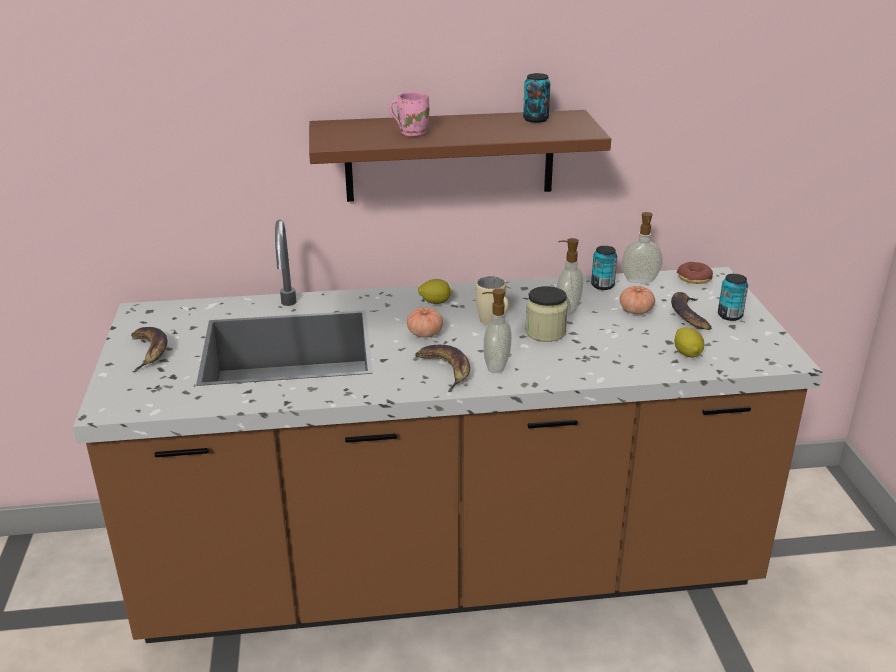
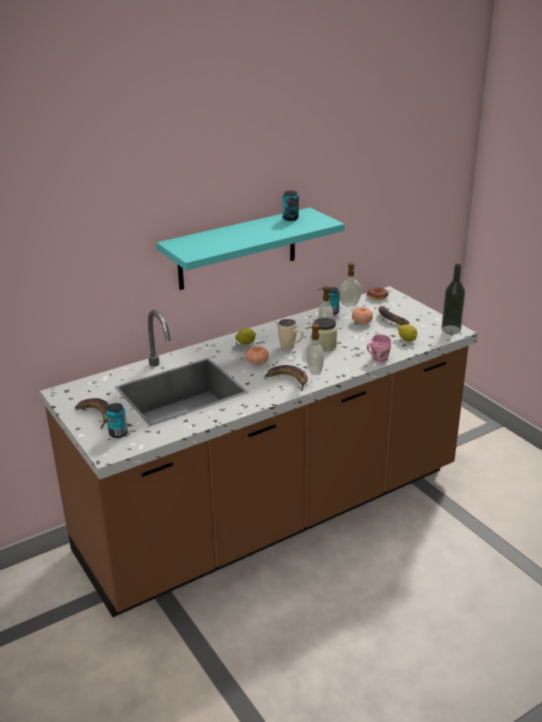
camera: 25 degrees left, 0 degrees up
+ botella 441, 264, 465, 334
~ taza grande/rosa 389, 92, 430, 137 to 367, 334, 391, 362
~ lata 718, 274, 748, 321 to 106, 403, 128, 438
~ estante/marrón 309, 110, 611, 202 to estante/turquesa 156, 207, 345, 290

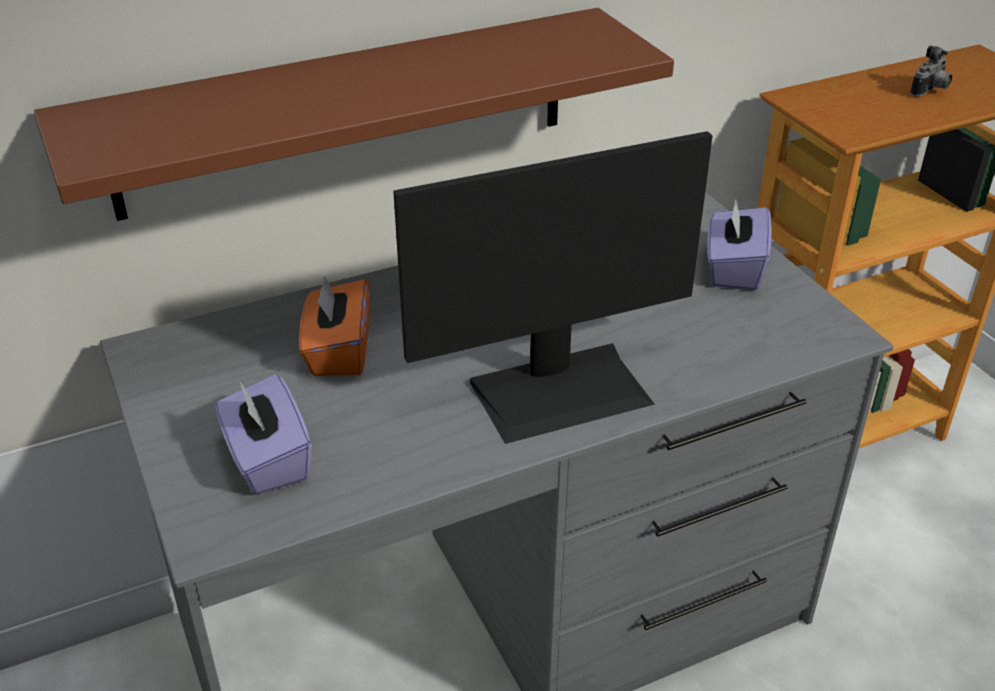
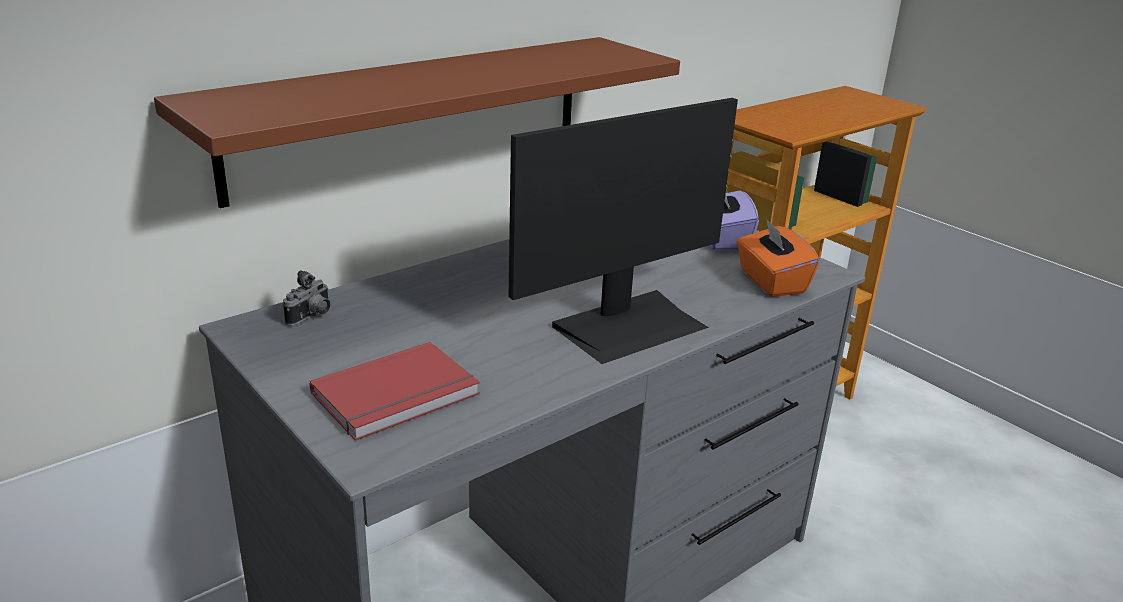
camera: 15 degrees left, 10 degrees down
~ caja de pañuelos/naranja 299, 275, 370, 376 to 737, 219, 820, 297
~ cámara 910, 45, 952, 97 to 283, 270, 330, 325
~ caja de pañuelos/morado 215, 374, 312, 495 to libro/rojo 310, 342, 480, 441

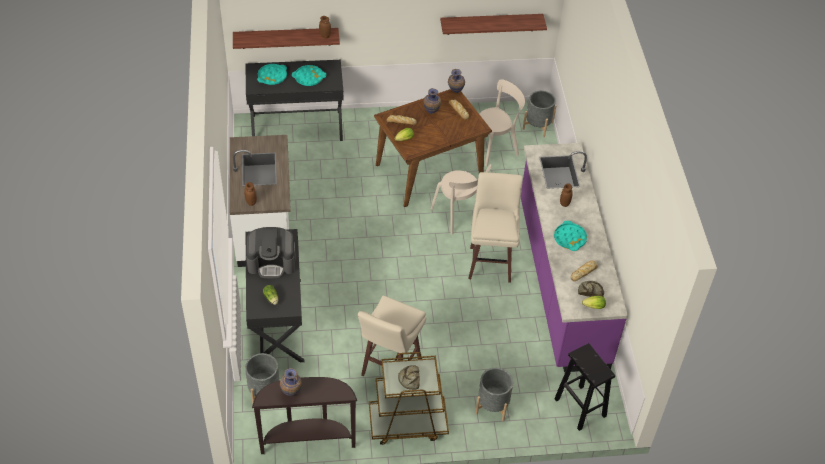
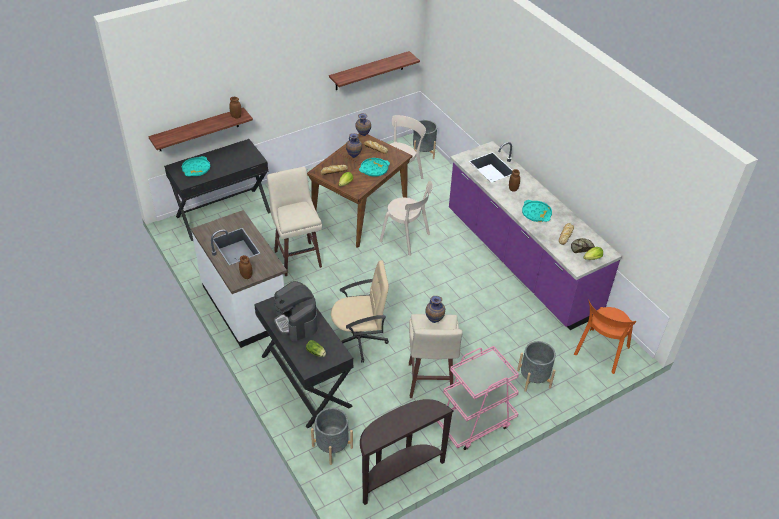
camera: 25 degrees left, 5 degrees down
- pan 398, 365, 420, 390
+ silla de oficina/beis 331, 260, 389, 363
~ florero 280, 368, 302, 396 to 425, 296, 445, 323
~ bandeja/turquesa 292, 65, 326, 86 to 359, 158, 390, 177
~ taburete/beis 469, 172, 523, 283 to 267, 167, 322, 276
~ taburete/negro 554, 343, 615, 431 to silla/naranja 574, 299, 636, 374
~ carrito/marrón 369, 352, 449, 445 to carrito/rosa 437, 346, 519, 450
~ cafetera 246, 227, 296, 278 = 274, 281, 318, 341 90 degrees clockwise

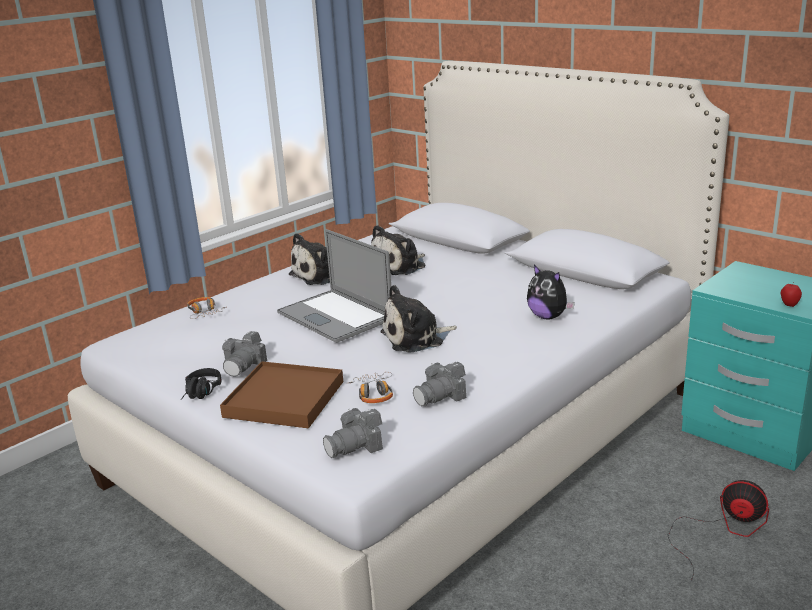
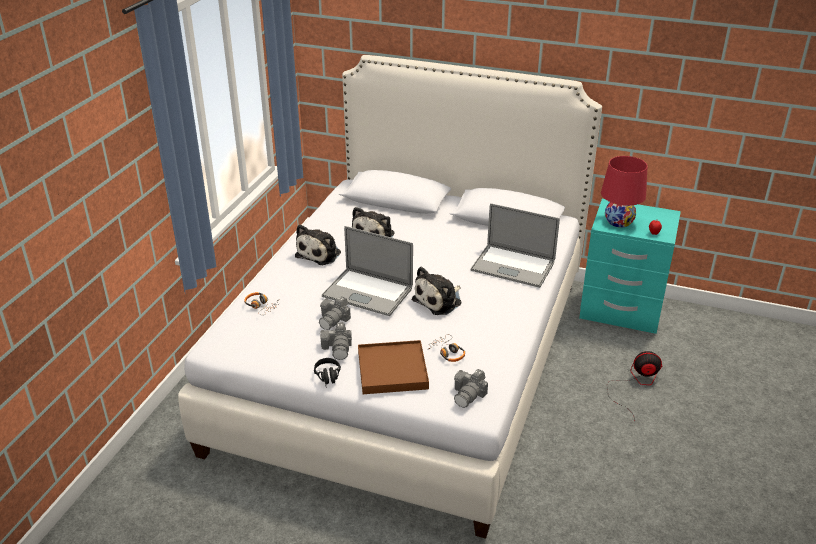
camera: 25 degrees left, 10 degrees up
+ lámpara de mesa/rojo 601, 156, 648, 228
~ cámara 413, 362, 466, 406 to 319, 296, 351, 330
~ peluche 527, 265, 575, 319 to portátil 471, 203, 560, 288

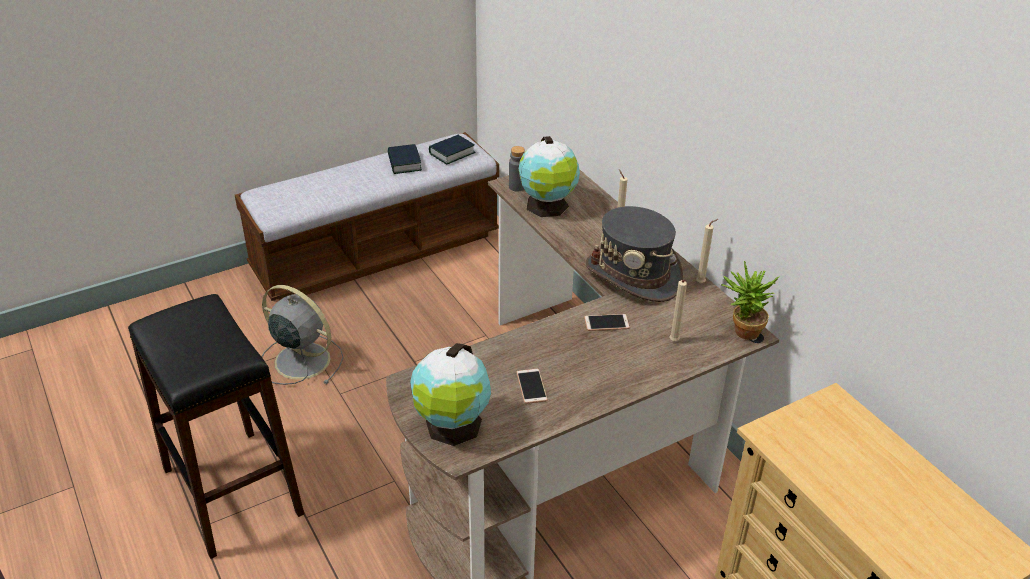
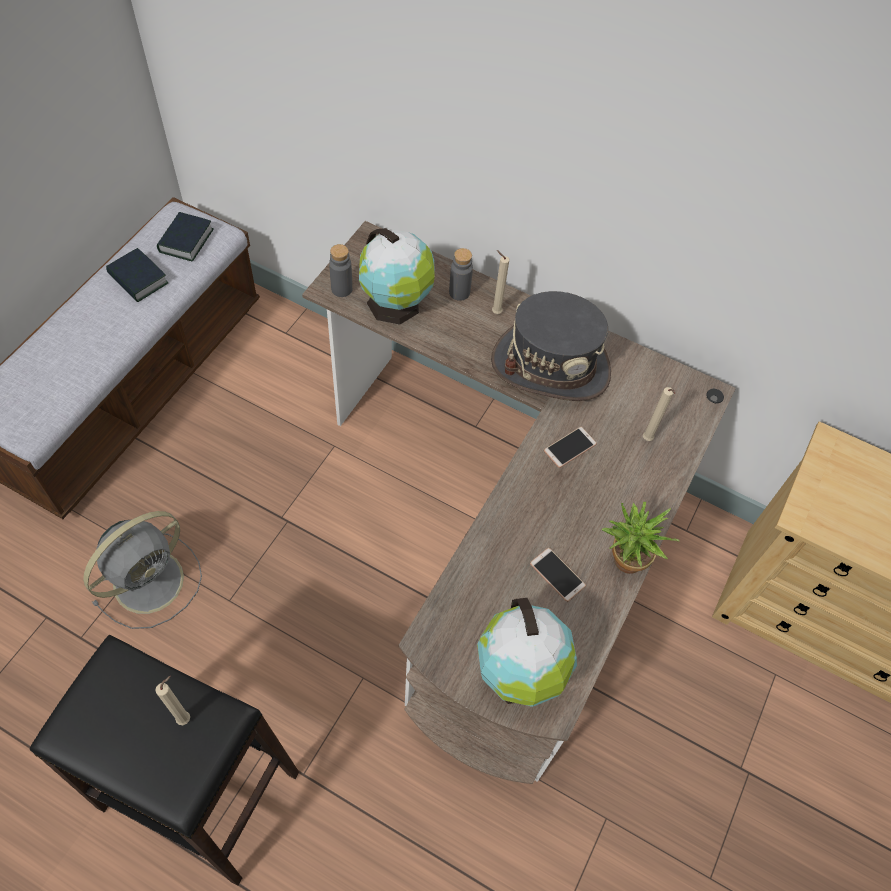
camera: 35 degrees left, 20 degrees up
+ botella/gris 449, 248, 473, 301
~ vela/beis 696, 219, 718, 283 to 155, 676, 190, 725
~ planta en maceta 721, 261, 780, 340 to 602, 502, 680, 574
~ ventilador/gris 261, 285, 344, 385 = 83, 511, 202, 629 135 degrees clockwise

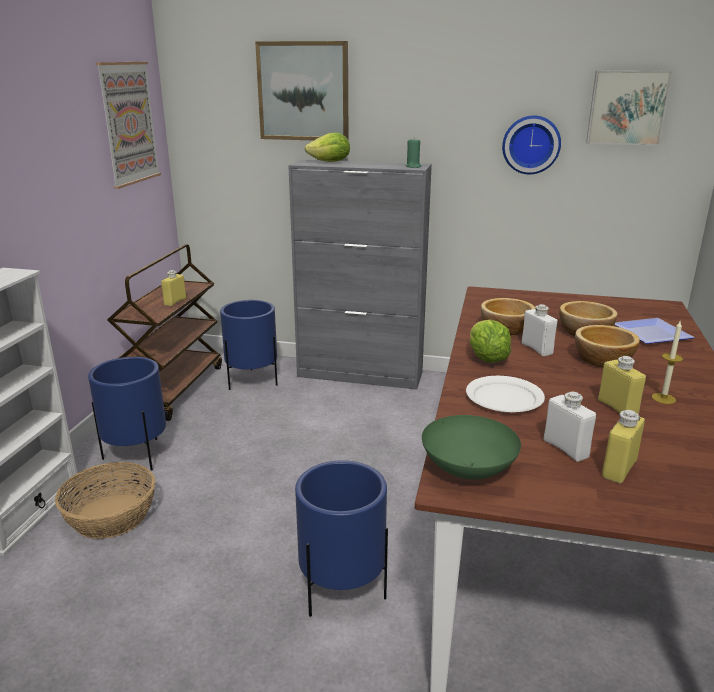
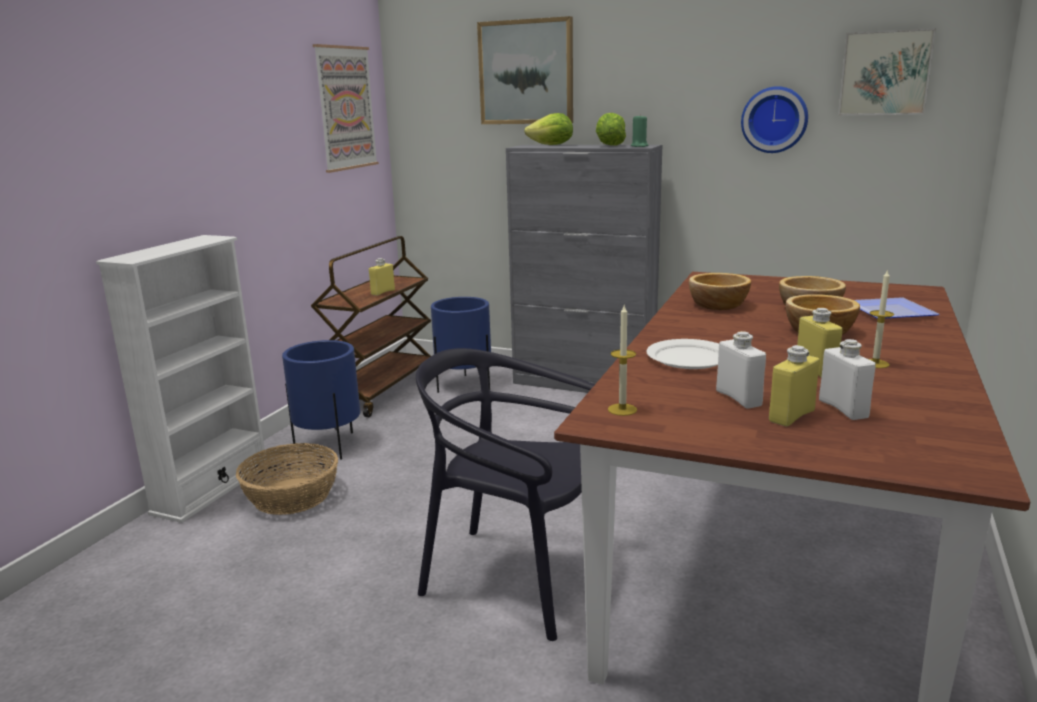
camera: 10 degrees right, 5 degrees down
~ lechuga 469, 320, 511, 363 to 596, 113, 626, 146
~ botella/blanco 522, 304, 557, 356 to 819, 339, 876, 420
~ maceta/azul 295, 460, 388, 617 to silla/negro 416, 348, 594, 641
~ cuenco/verde 422, 415, 521, 479 to vela 608, 305, 637, 416

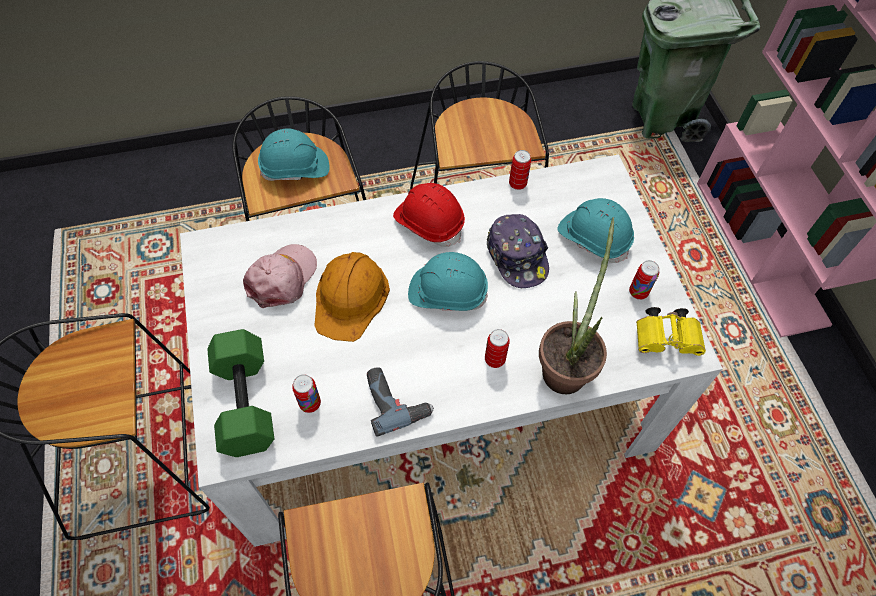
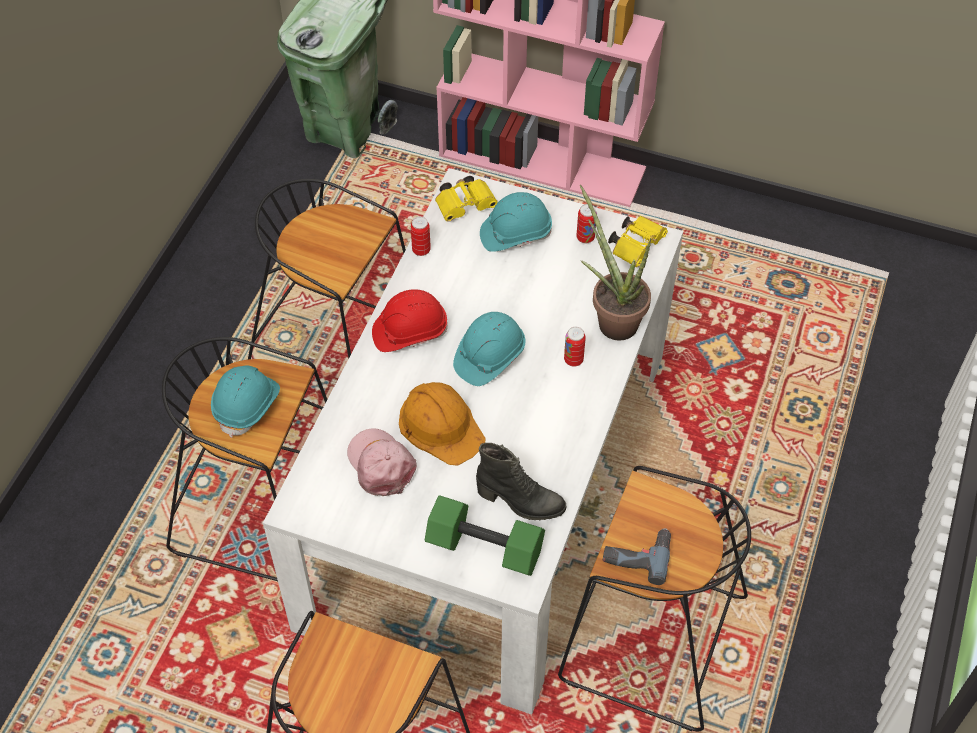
camera: 55 degrees left, 5 degrees down
- gorra 487, 214, 549, 288
+ prismáticos/amarillo 435, 176, 498, 221
~ taladro 367, 367, 434, 436 to 602, 528, 671, 585
~ lata 292, 374, 321, 413 to bota/negro 476, 443, 566, 520

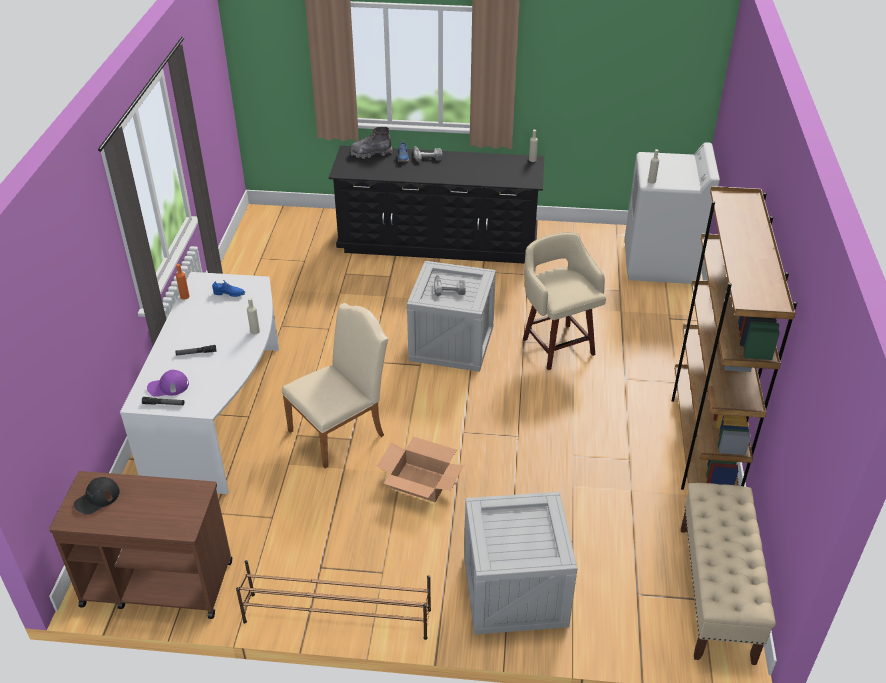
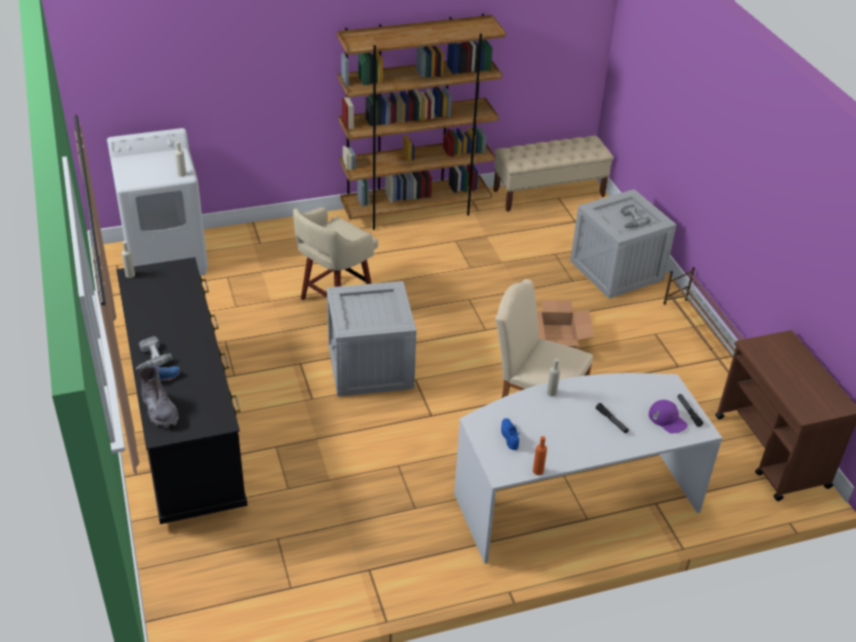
camera: 115 degrees left, 0 degrees up
- gorra/negro 73, 477, 120, 515
~ taladro 434, 275, 466, 296 to 621, 204, 651, 228

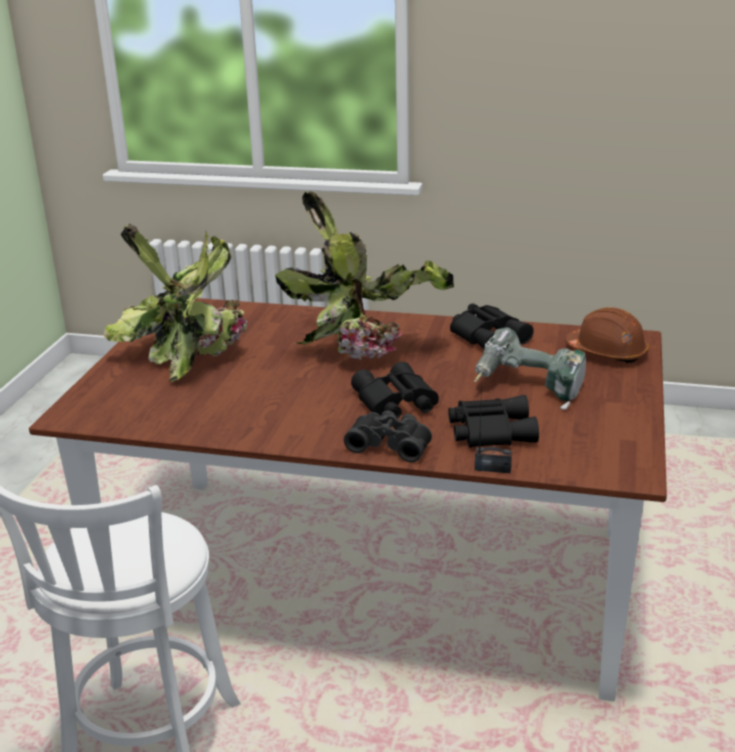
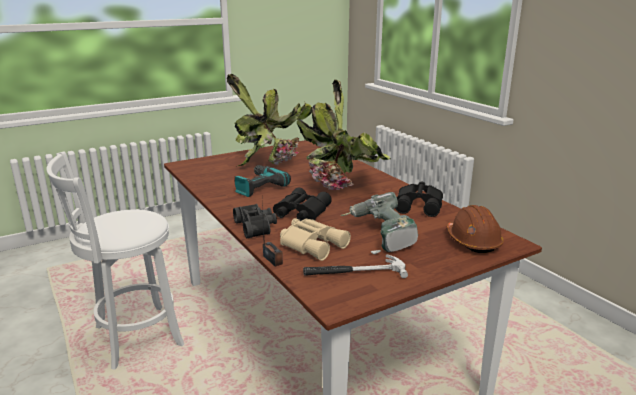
camera: 45 degrees right, 5 degrees down
+ taladro 235, 165, 291, 197
+ martillo 303, 254, 408, 278
~ prismáticos/negro 448, 395, 539, 448 to prismáticos/beis 280, 218, 351, 261

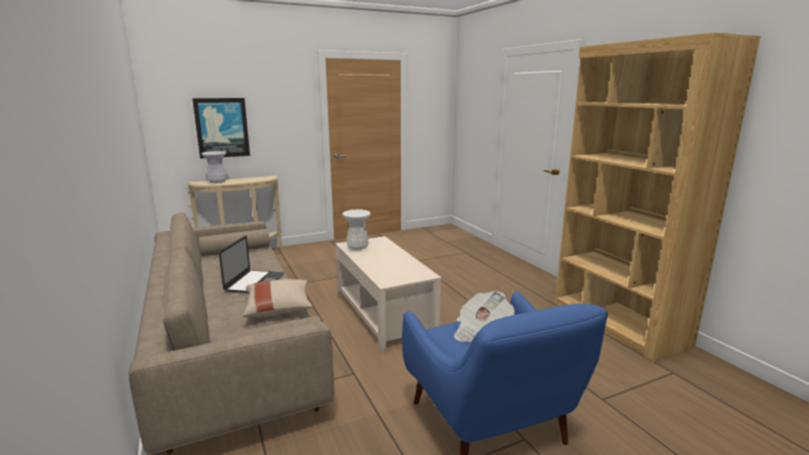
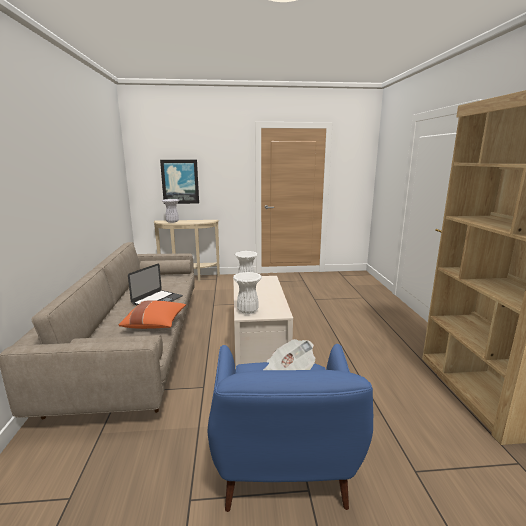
camera: 20 degrees right, 0 degrees up
+ florero/blanco 233, 272, 262, 314
~ cojín/beis 243, 279, 313, 318 to cojín/naranja 119, 300, 186, 329

